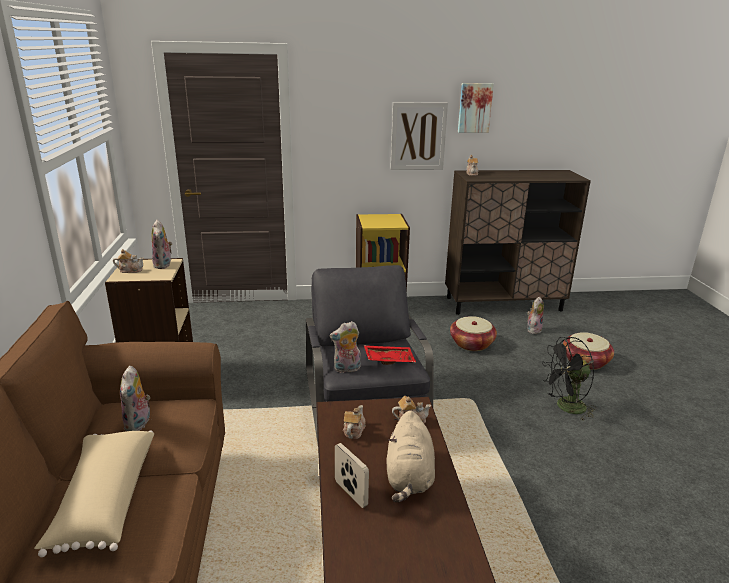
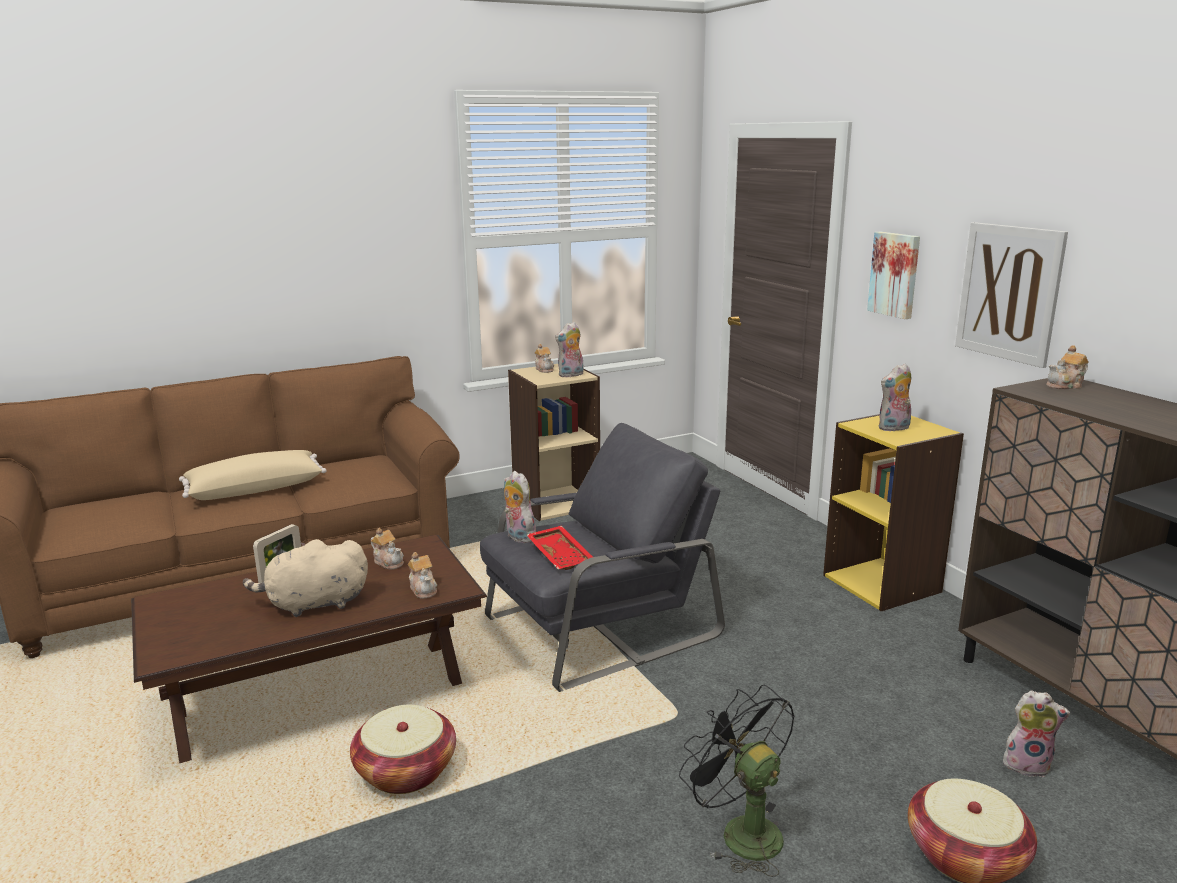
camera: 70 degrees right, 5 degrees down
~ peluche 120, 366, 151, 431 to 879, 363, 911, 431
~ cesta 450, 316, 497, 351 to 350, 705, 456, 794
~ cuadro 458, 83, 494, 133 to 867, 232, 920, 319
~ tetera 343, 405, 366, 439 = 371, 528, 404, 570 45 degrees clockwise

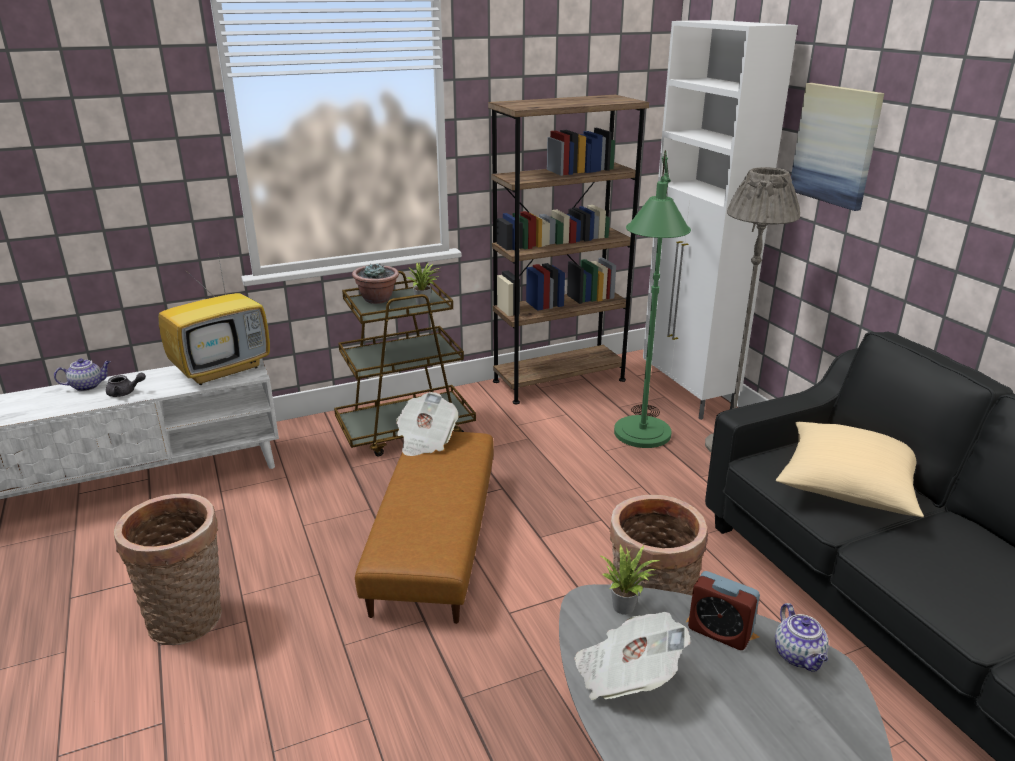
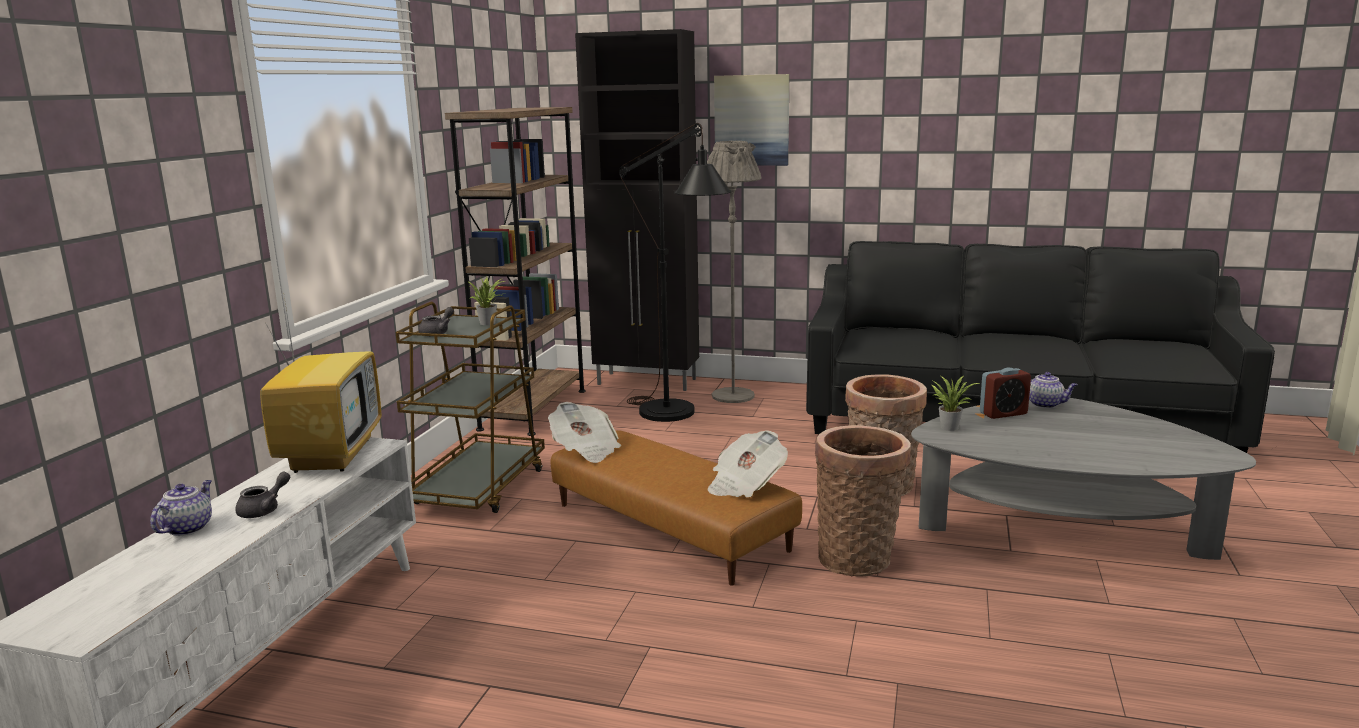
camera: 50 degrees left, 10 degrees down
- cojín/beis 776, 422, 924, 518
~ cesta 114, 493, 222, 645 to 815, 425, 911, 577
~ periódico 574, 612, 691, 700 to 708, 431, 788, 498
~ planta en maceta 352, 263, 399, 304 to tetera/gris 418, 307, 454, 334
~ lámpara de pie/verde 614, 150, 691, 448 to lámpara de pie/negro 619, 123, 732, 422
~ armario/blanco 643, 20, 798, 420 to armario/negro 575, 29, 699, 391

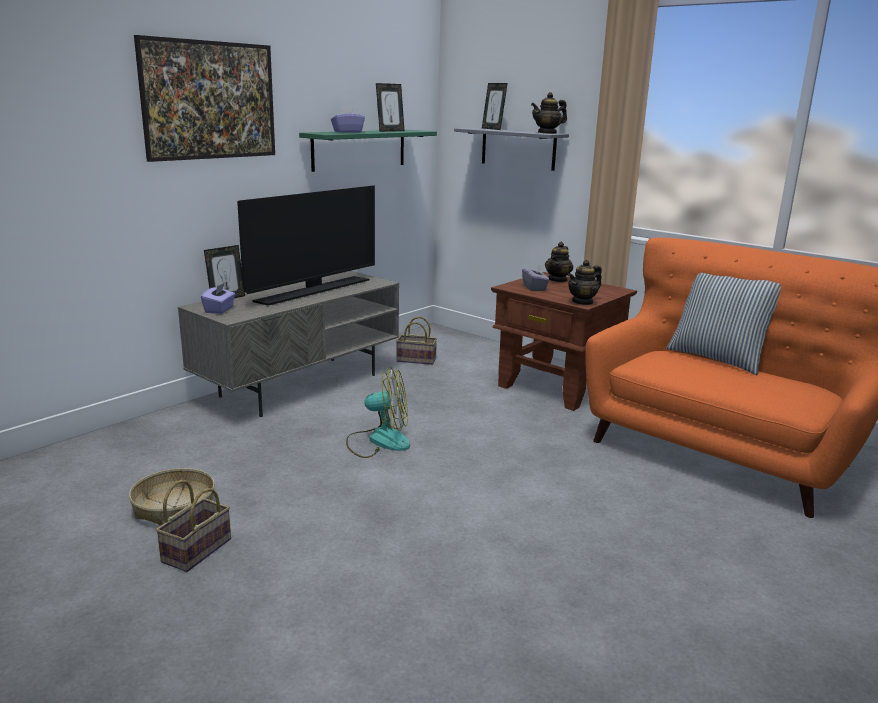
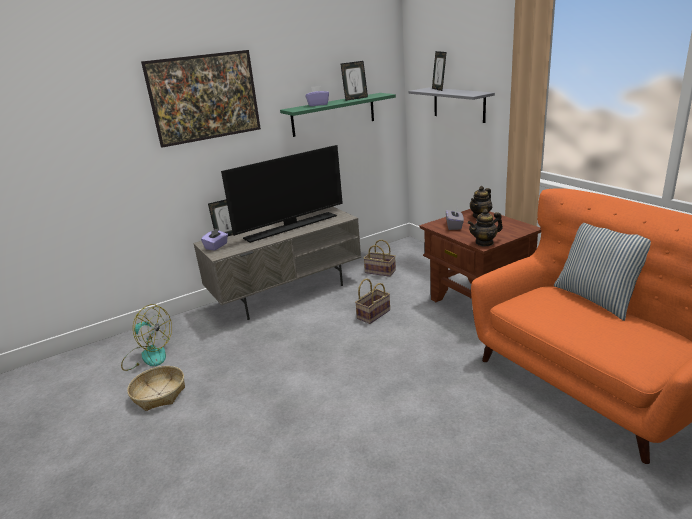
camera: 20 degrees right, 5 degrees up
- tetera 531, 92, 567, 134
~ cesta 156, 480, 231, 572 to 355, 278, 390, 324
~ ventilador 346, 367, 410, 458 to 121, 304, 172, 371

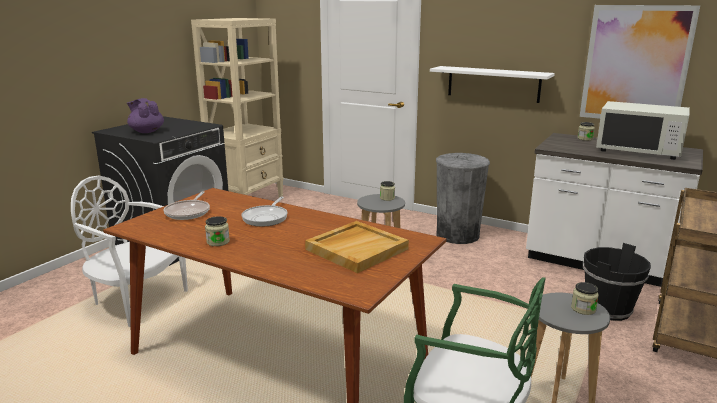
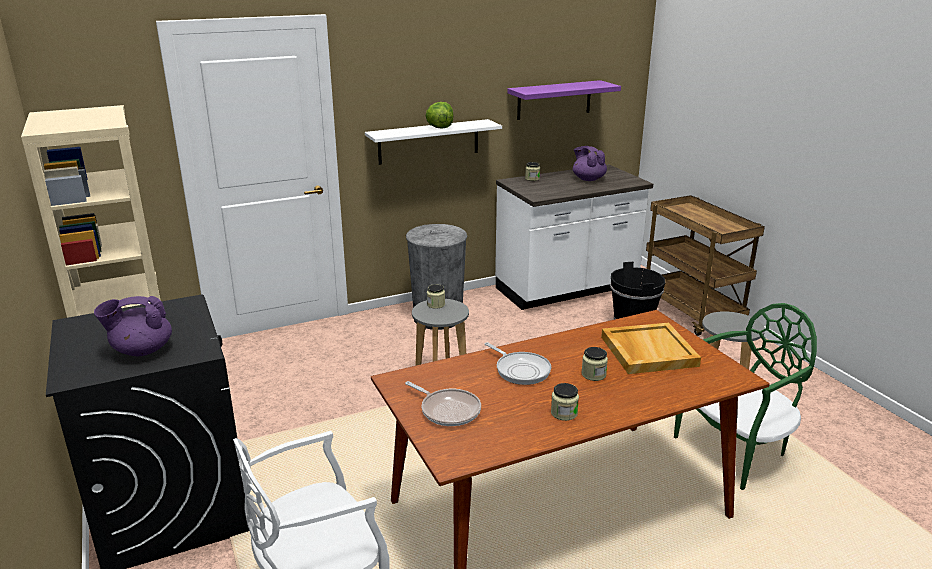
camera: 55 degrees left, 5 degrees up
+ lechuga 426, 102, 454, 129
~ tarro 571, 282, 599, 315 to 581, 347, 608, 381
~ cuadro 580, 5, 700, 119 to estante/morado 507, 80, 621, 120
~ microondas/blanco 596, 101, 690, 160 to tetera/morado 573, 146, 607, 181

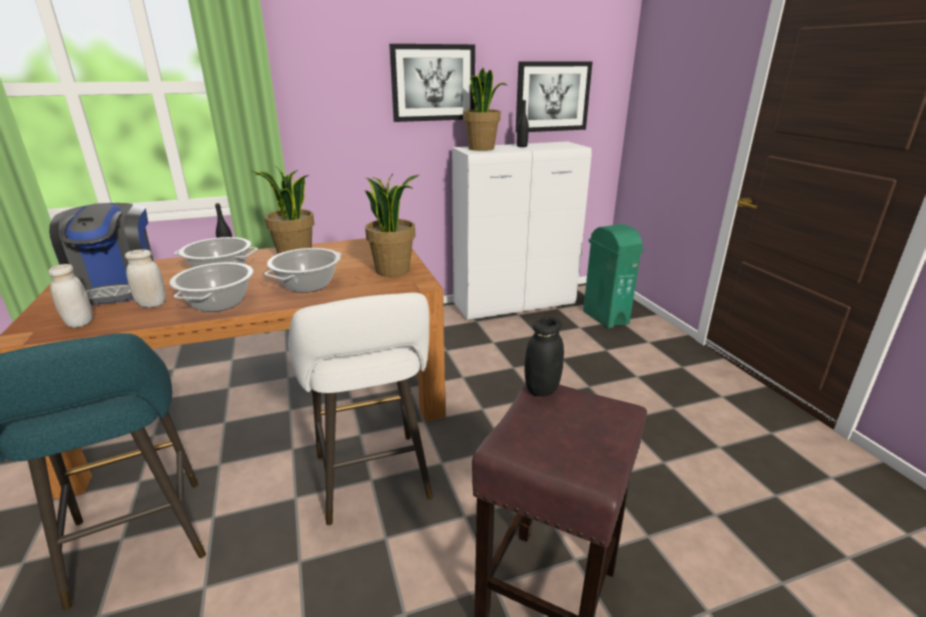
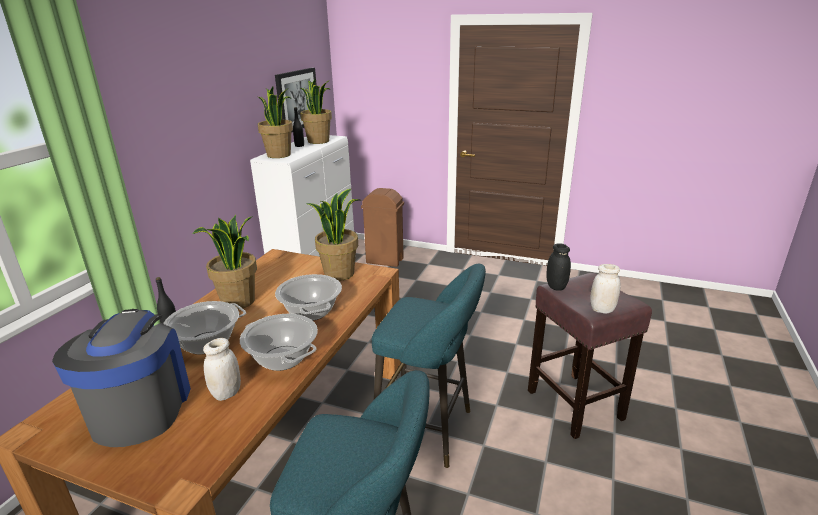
camera: 50 degrees left, 0 degrees up
- cuadro 389, 44, 475, 122
+ planta en maceta 300, 78, 332, 144
~ tarro/blanco 48, 264, 93, 328 to 590, 264, 621, 314
~ taburete/blanco 288, 292, 433, 525 to taburete/turquesa 372, 264, 486, 468
~ papelera/verde 583, 224, 644, 328 to papelera/marrón 361, 188, 404, 267
~ cafetera 49, 203, 154, 305 = 52, 309, 191, 447 120 degrees counterclockwise

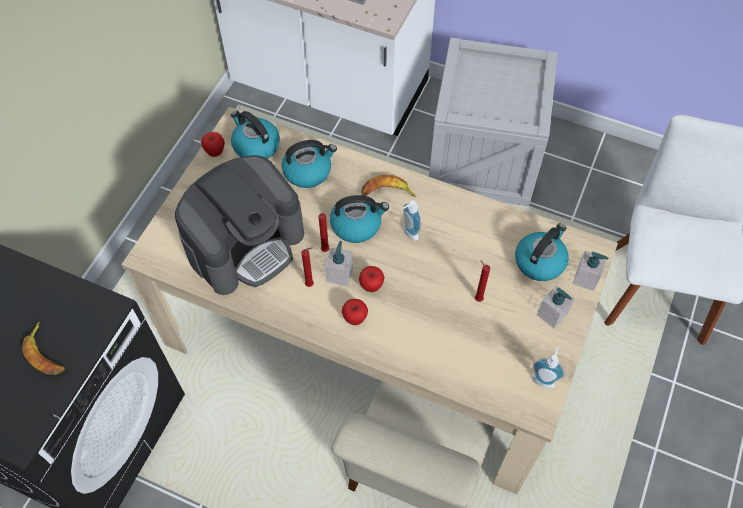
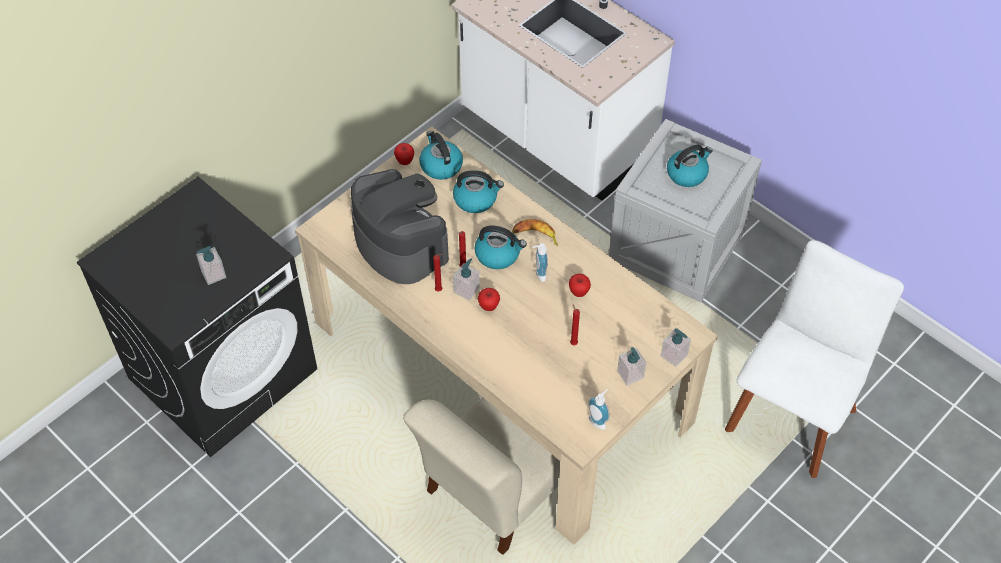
camera: 20 degrees right, 5 degrees down
~ manzana 342, 299, 368, 325 to 569, 274, 591, 297
~ hervidor 515, 223, 569, 281 to 667, 145, 713, 187
~ plátano 22, 321, 65, 375 to dispensador de jabón 196, 246, 226, 285
~ cafetera 175, 155, 304, 295 = 351, 169, 449, 284 105 degrees counterclockwise

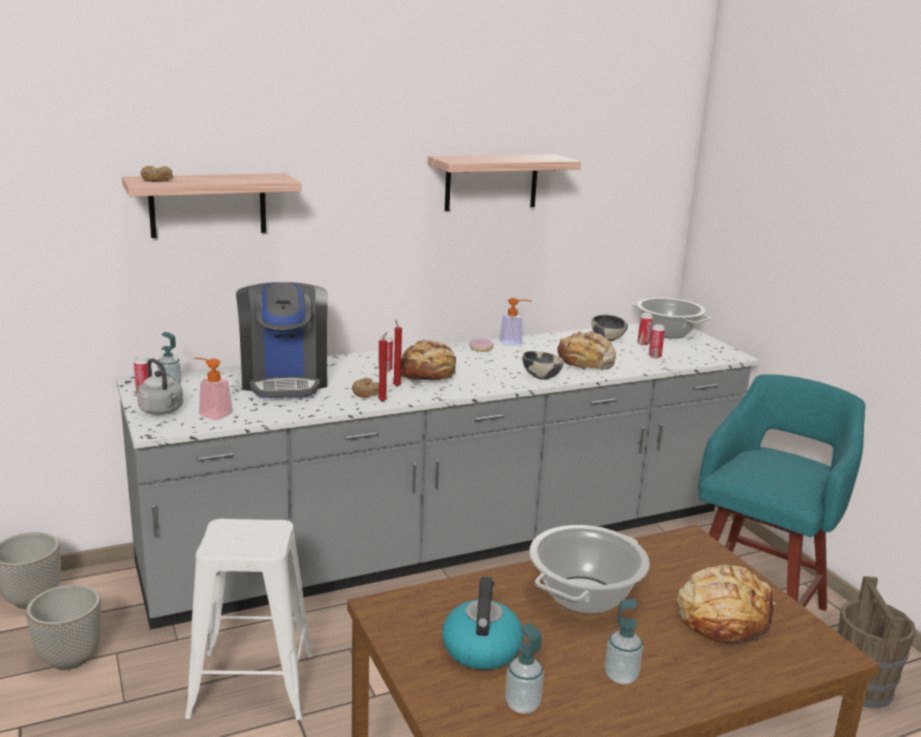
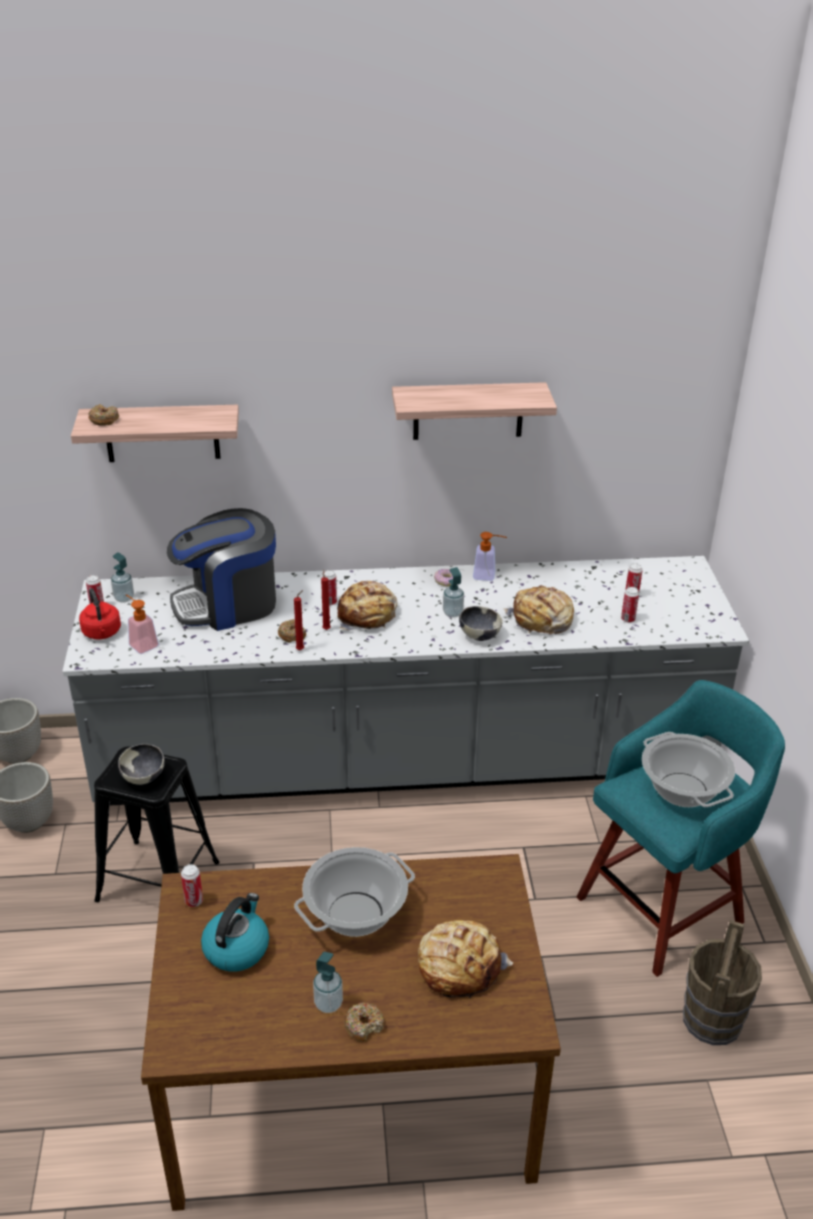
camera: 20 degrees right, 15 degrees up
+ lata 181, 864, 203, 907
+ rosquilla 344, 1003, 385, 1042
~ dispensador de jabón 505, 622, 544, 714 to 443, 567, 464, 618
~ cuenco 592, 315, 628, 341 to 118, 744, 165, 785
~ olla 632, 298, 711, 339 to 642, 732, 735, 807
~ hervidor/gris 137, 358, 183, 415 to hervidor/rojo 79, 588, 121, 639
~ taburete/blanco 185, 519, 313, 720 to taburete/negro 94, 746, 220, 902
~ cafetera 236, 282, 328, 398 = 167, 508, 276, 631 60 degrees clockwise

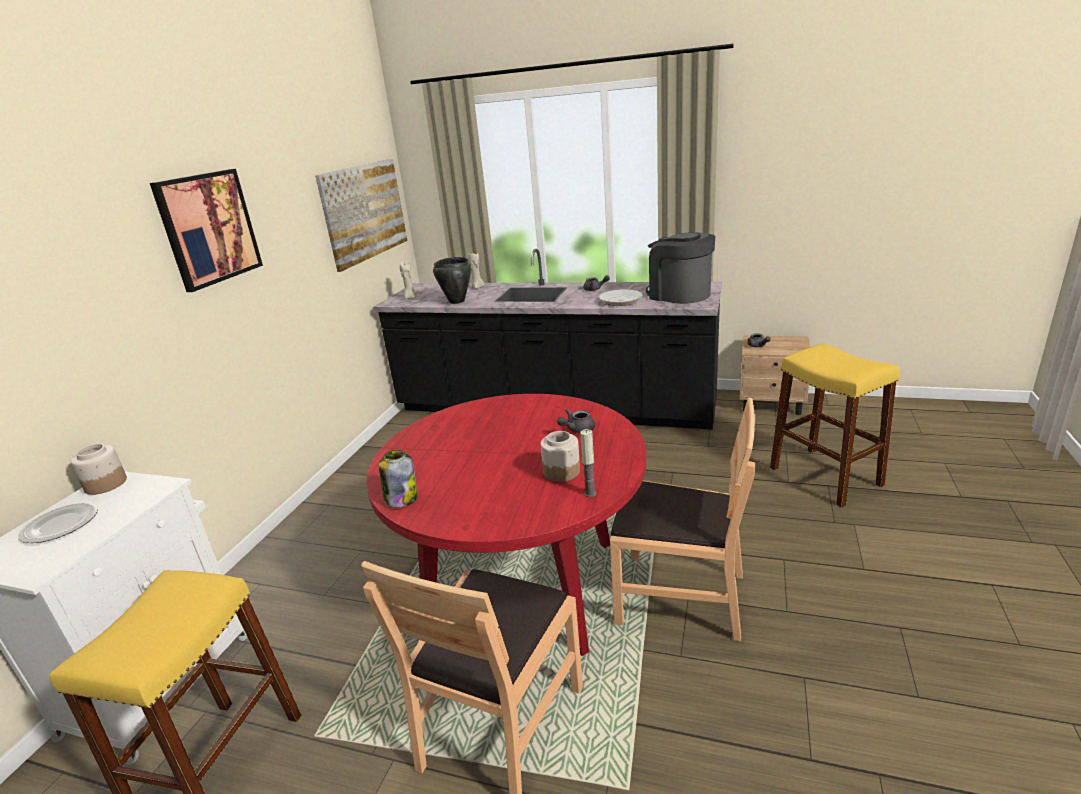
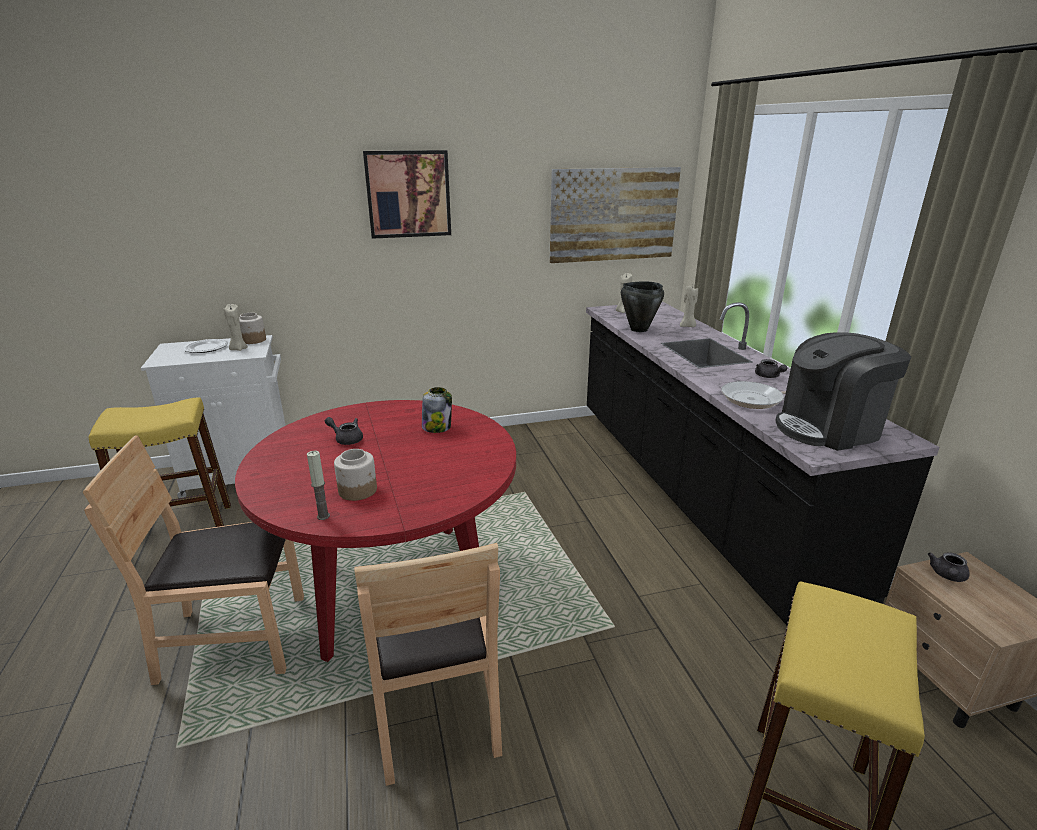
camera: 55 degrees right, 0 degrees up
+ vela/beis 223, 304, 248, 351
~ tarro 379, 450, 418, 507 to 422, 387, 452, 433
~ tetera/gris 557, 409, 595, 433 to 325, 417, 363, 445
~ cafetera 646, 232, 715, 304 = 776, 333, 911, 451 120 degrees counterclockwise

